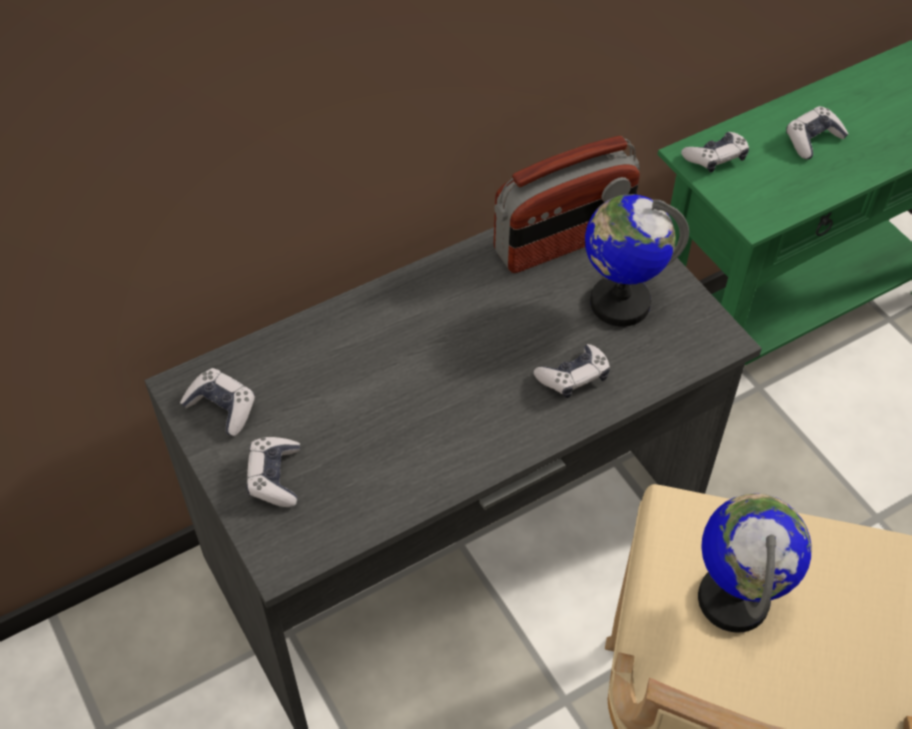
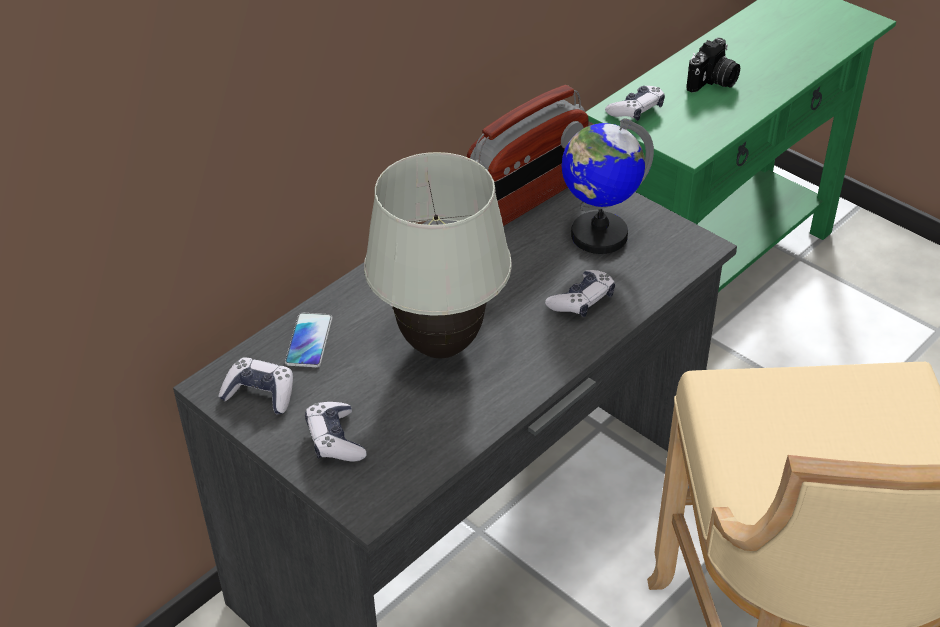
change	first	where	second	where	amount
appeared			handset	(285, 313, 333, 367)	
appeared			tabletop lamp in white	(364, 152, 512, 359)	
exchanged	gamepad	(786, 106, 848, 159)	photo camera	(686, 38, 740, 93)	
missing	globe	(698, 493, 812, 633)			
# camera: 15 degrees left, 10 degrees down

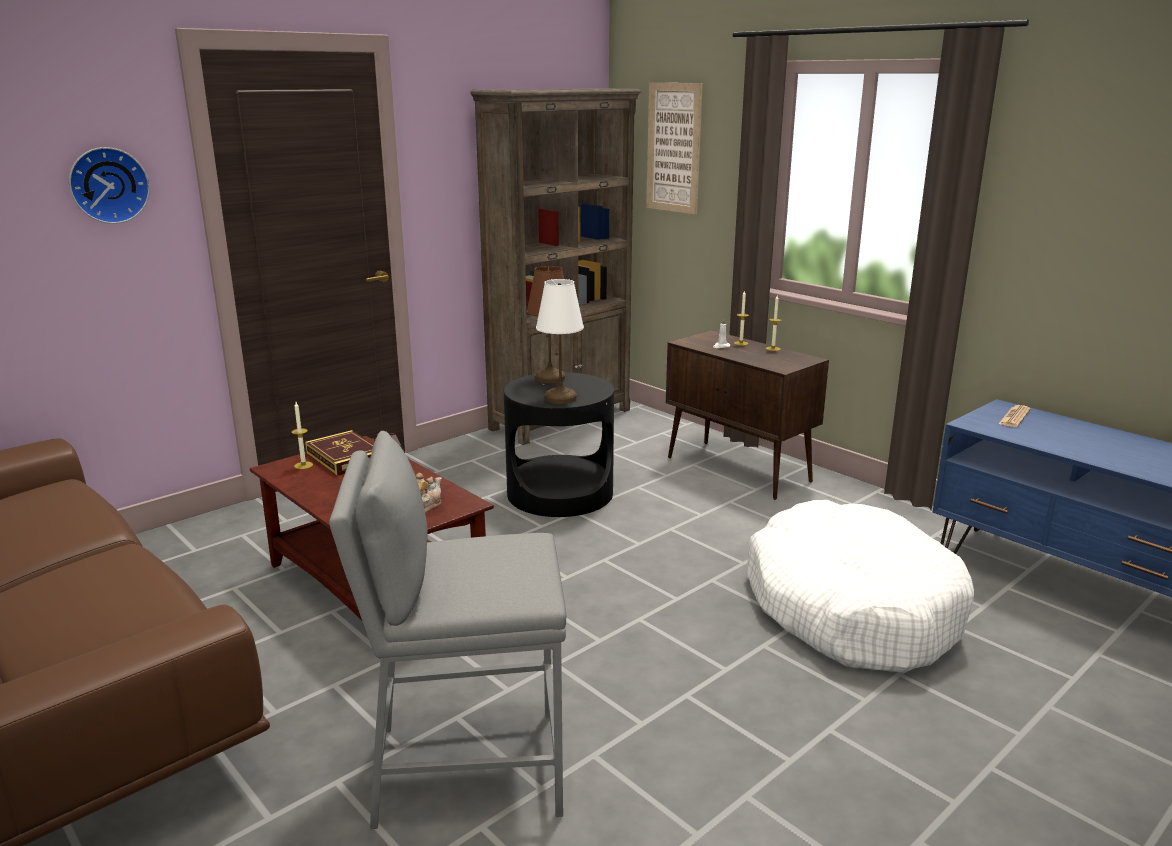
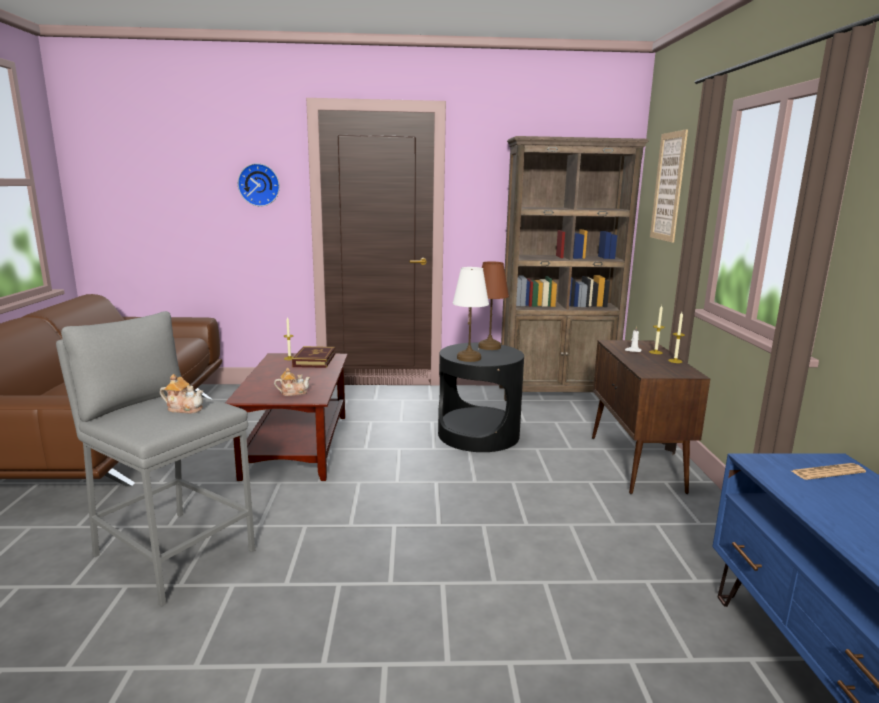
change	first	where	second	where	amount
appeared			teapot	(160, 374, 203, 414)	
missing	pet bed in white	(747, 500, 974, 673)			
# camera: 40 degrees right, 5 degrees down

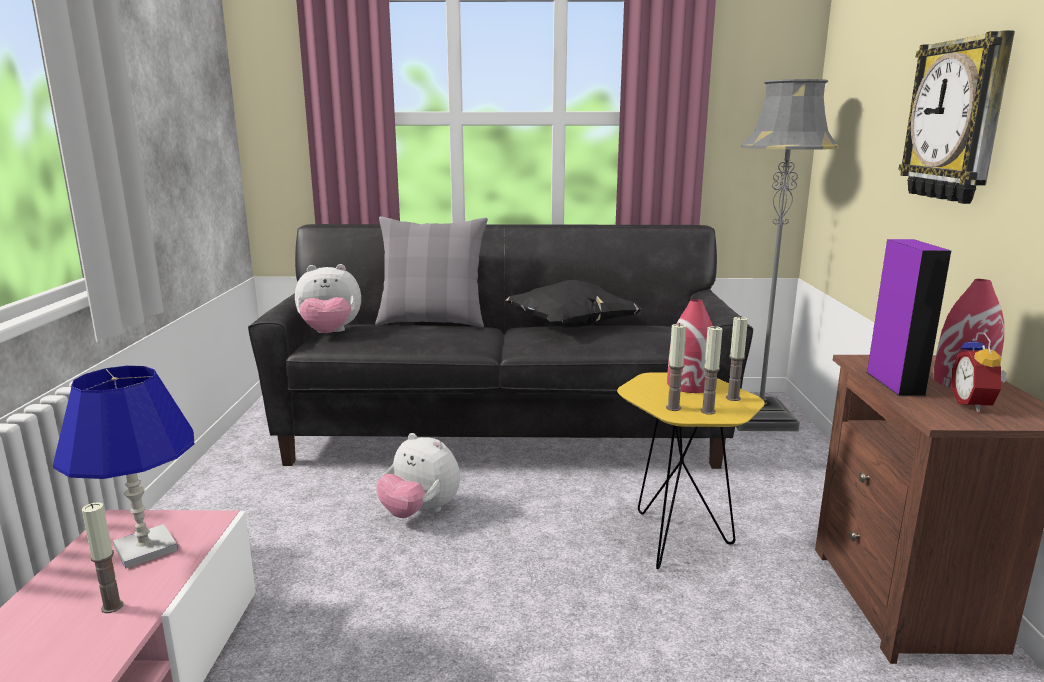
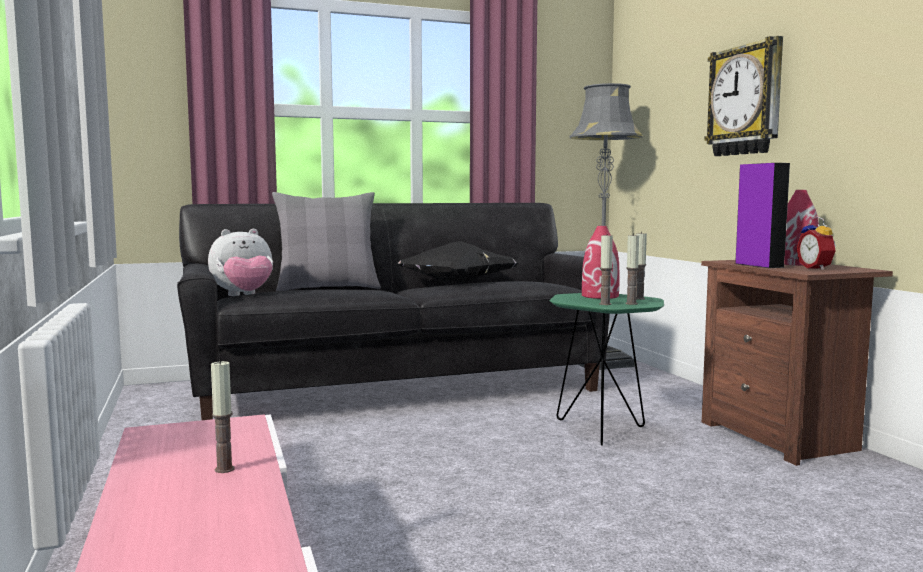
change	first	where	second	where	amount
colour	accent table in yellow	(617, 372, 765, 570)	accent table in greenish	(550, 293, 664, 446)	
missing	tabletop lamp in blue	(53, 365, 194, 569)			
missing	plush toy	(377, 433, 460, 518)			
# camera: 20 degrees left, 10 degrees down

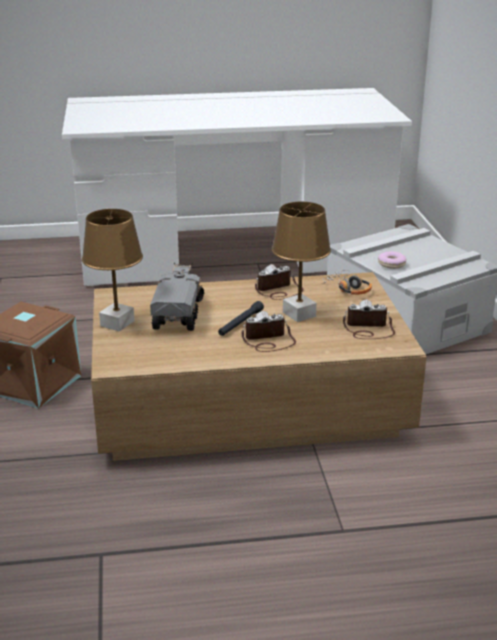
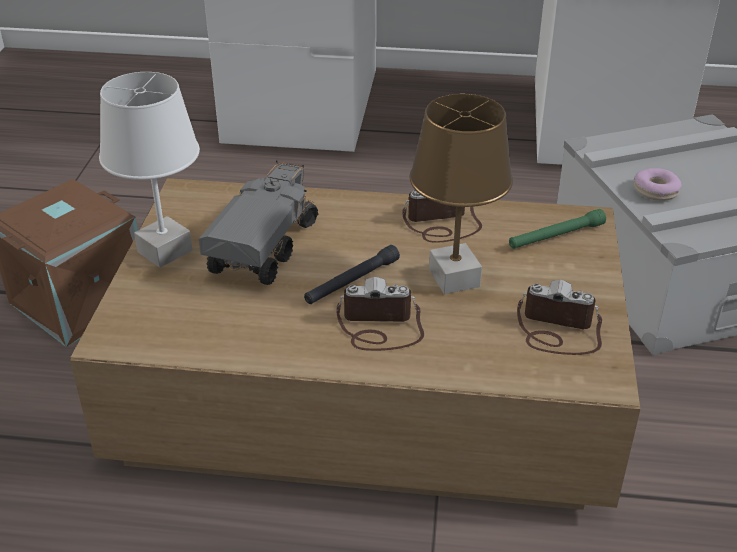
change	first	where	second	where	amount
colour	tabletop lamp in brown	(82, 209, 143, 331)	tabletop lamp in white	(99, 72, 200, 268)	
exchanged	pair of headphones	(321, 270, 372, 295)	hand torch in greenish	(509, 209, 606, 249)	
# camera: 15 degrees right, 10 degrees up

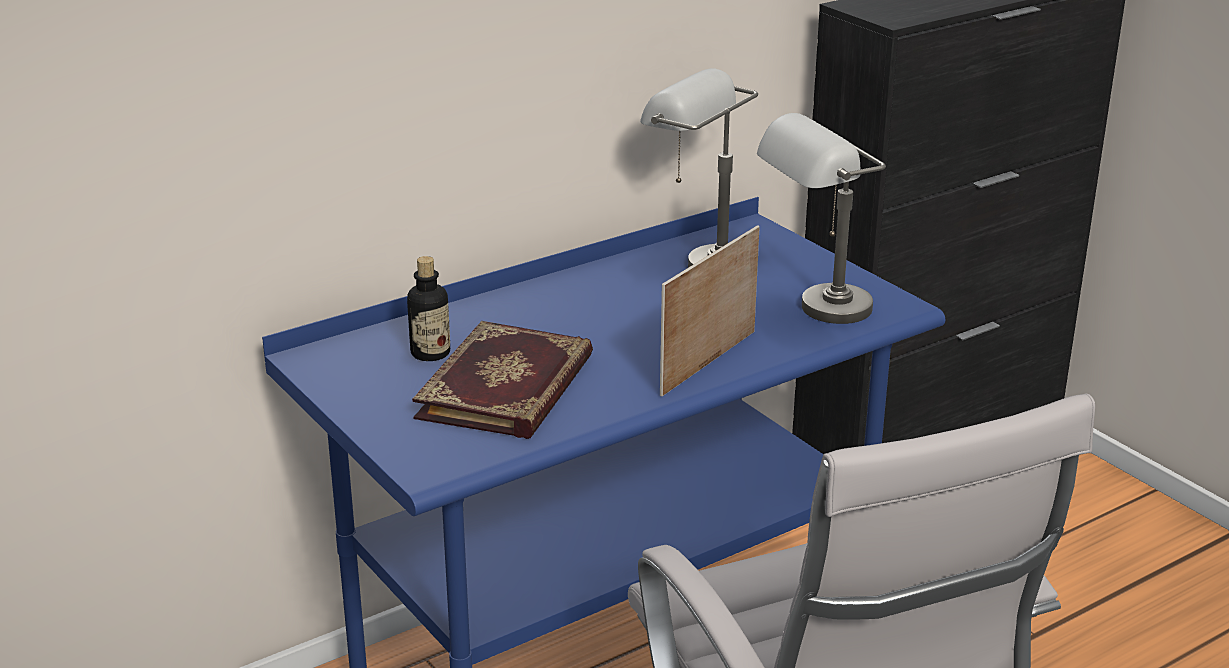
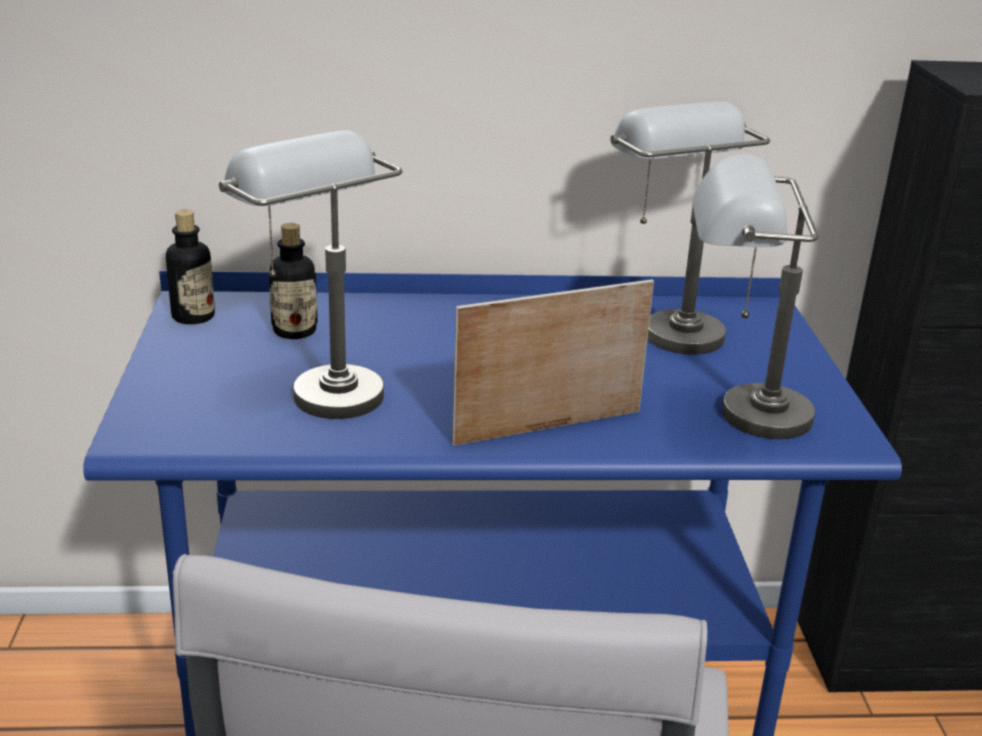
change	first	where	second	where	amount
appeared			bottle	(166, 210, 215, 324)	
exchanged	book	(412, 321, 593, 439)	tabletop lamp in gray	(219, 130, 403, 419)	
# camera: 30 degrees right, 0 degrees up

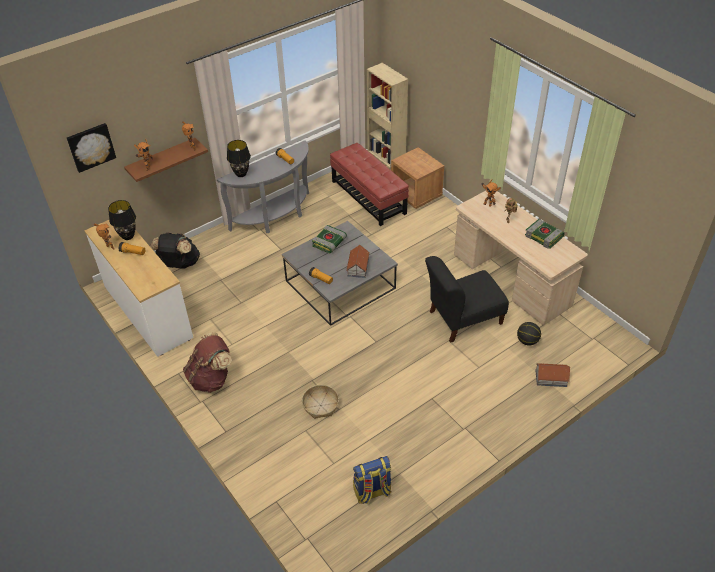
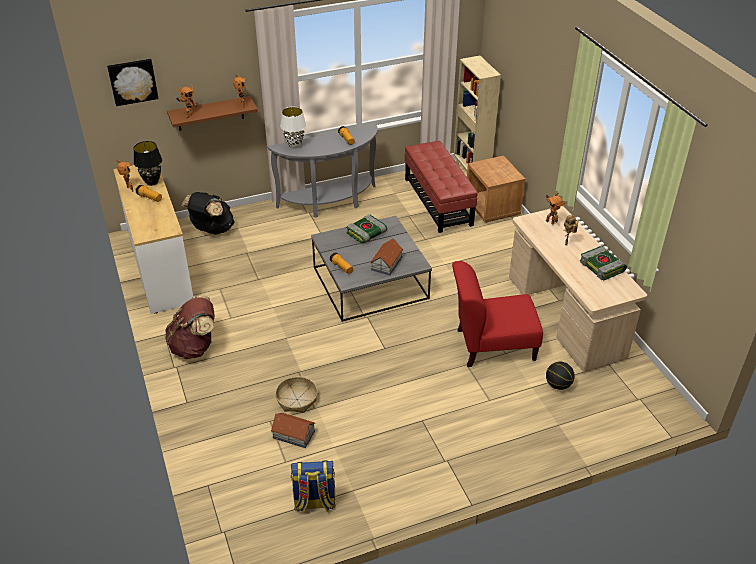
change	first	where	second	where	amount
relocated	miniature house	(535, 363, 570, 387)		(270, 413, 316, 448)	
colour	tabletop lamp in blackish	(227, 140, 251, 177)	tabletop lamp in white	(280, 107, 306, 149)	
colour	plain chair in blackish	(425, 256, 509, 343)	plain chair in red	(452, 261, 543, 367)	
# camera: 15 degrees right, 5 degrees down

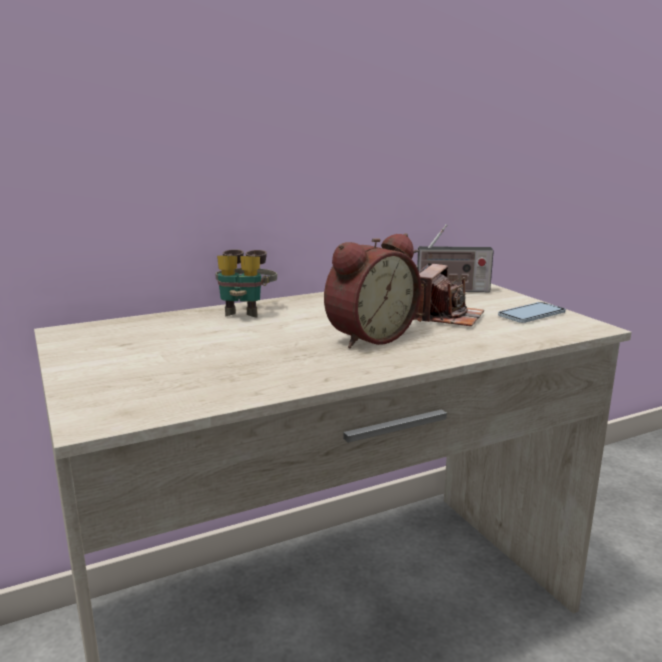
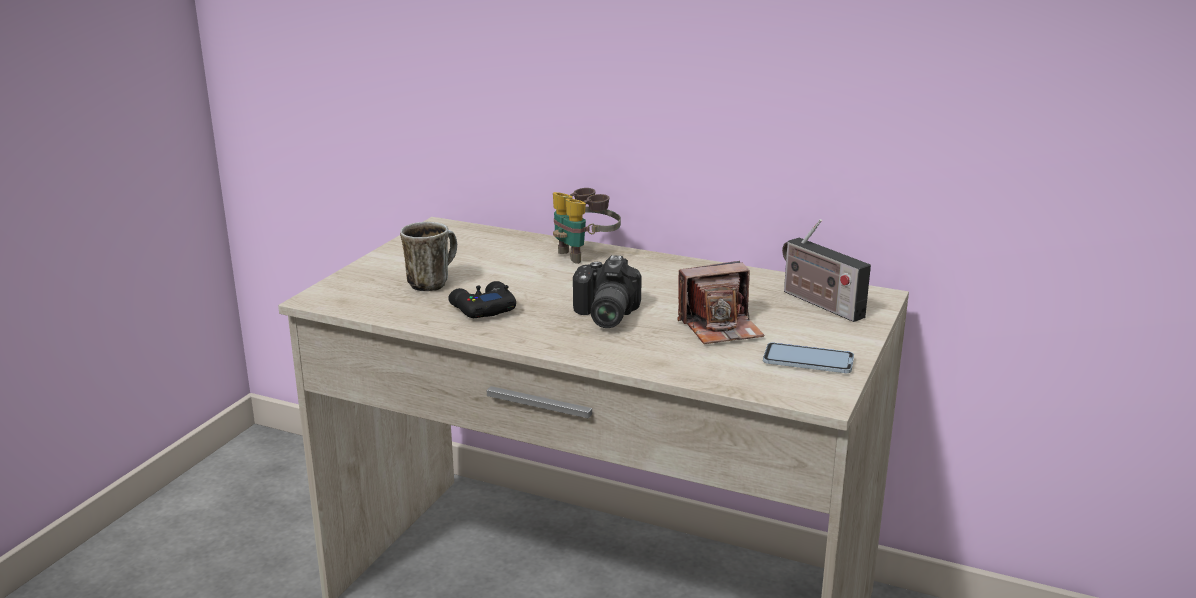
change	first	where	second	where	amount
appeared			tea mug	(400, 222, 457, 291)	
appeared			gamepad in blackish	(448, 281, 516, 318)	
exchanged	table clock	(324, 233, 421, 348)	photo camera	(573, 255, 642, 328)	
# camera: 50 degrees right, 5 degrees up

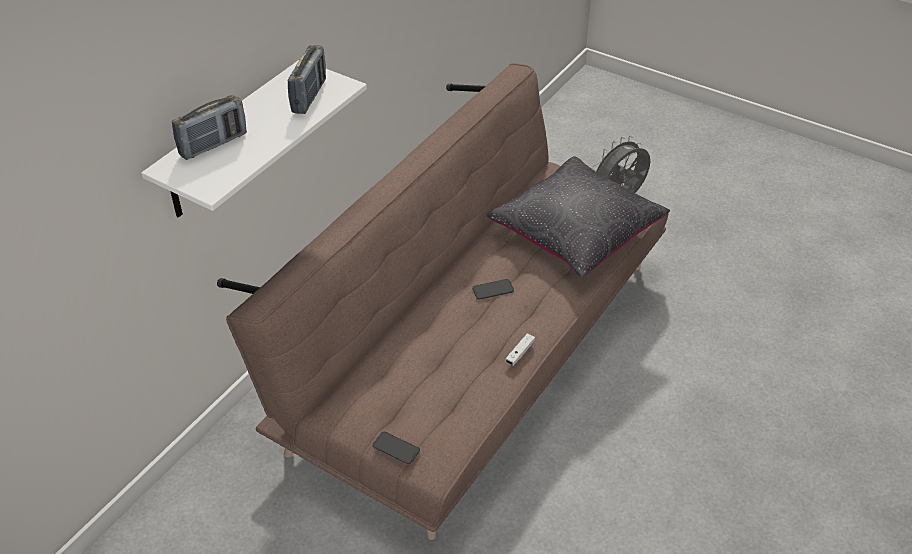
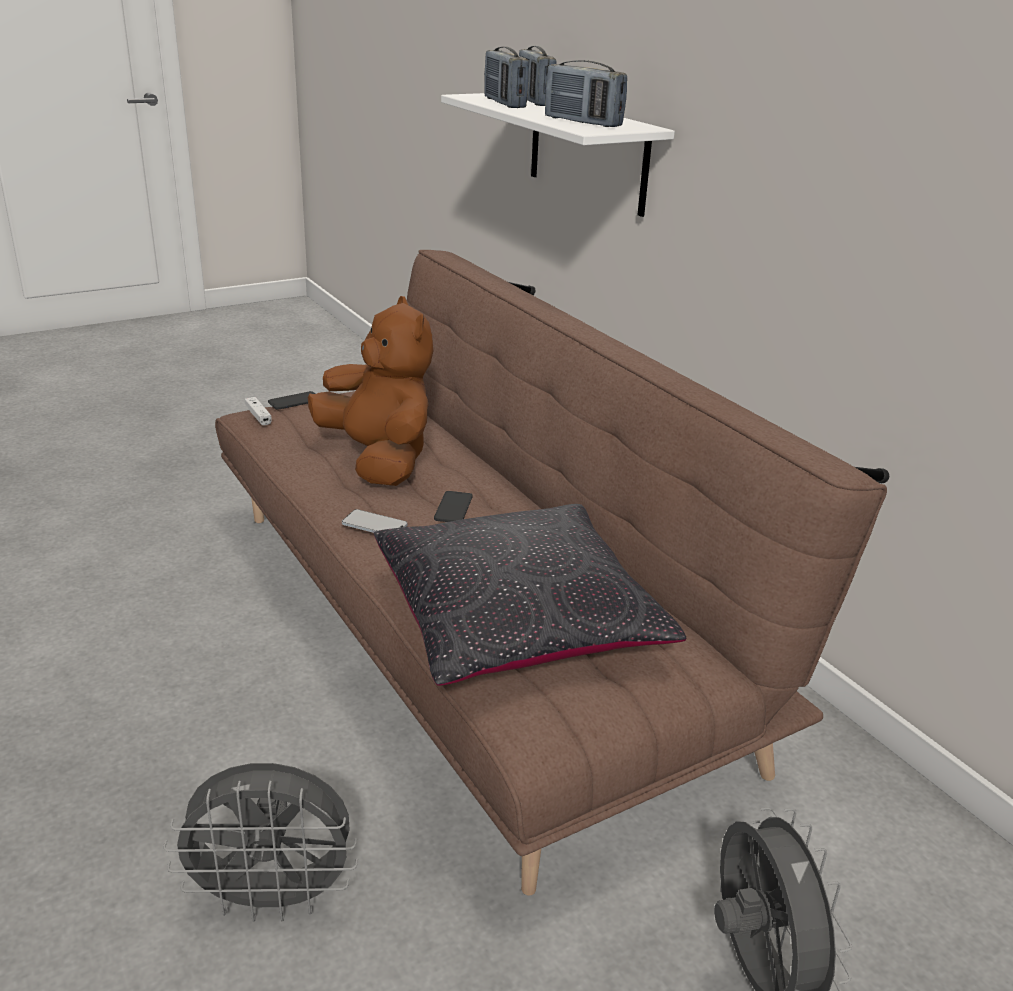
change	first	where	second	where	amount
appeared			electric fan in gray	(163, 763, 358, 922)	
relocated	gamepad in white	(505, 333, 535, 366)		(245, 397, 272, 426)	
appeared			plush toy in brown	(308, 296, 433, 486)	
appeared			handset	(342, 509, 407, 533)	
appeared			radio	(484, 47, 529, 108)	
# camera: 115 degrees right, 15 degrees down

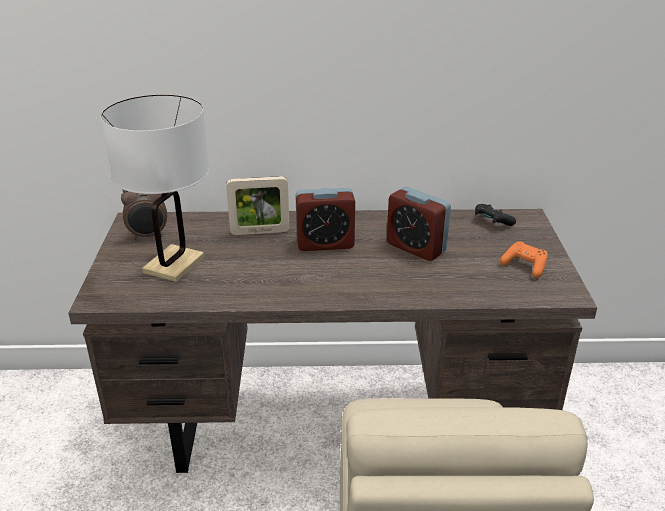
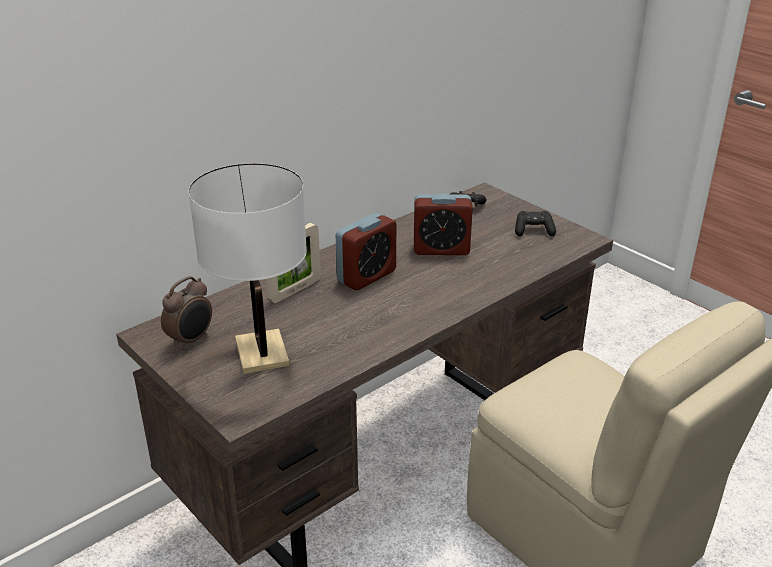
change	first	where	second	where	amount
colour	gamepad in orangey	(500, 241, 548, 278)	gamepad in blackish	(515, 211, 556, 236)	
# camera: 40 degrees left, 0 degrees up

